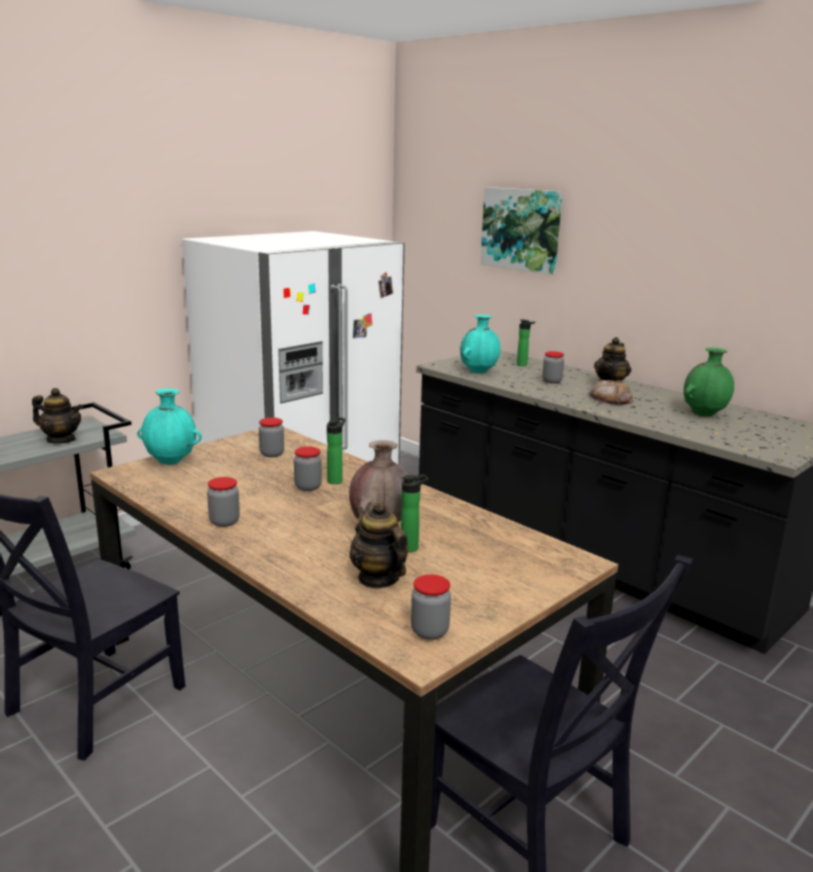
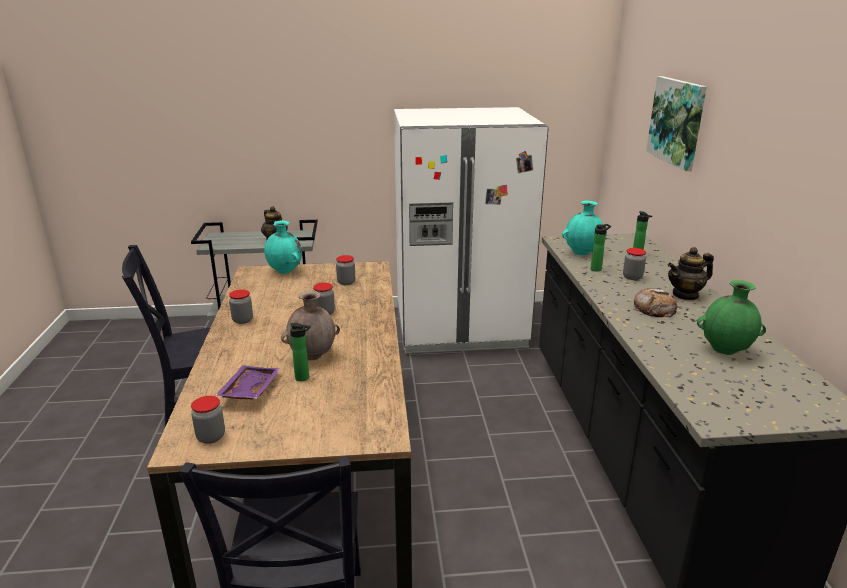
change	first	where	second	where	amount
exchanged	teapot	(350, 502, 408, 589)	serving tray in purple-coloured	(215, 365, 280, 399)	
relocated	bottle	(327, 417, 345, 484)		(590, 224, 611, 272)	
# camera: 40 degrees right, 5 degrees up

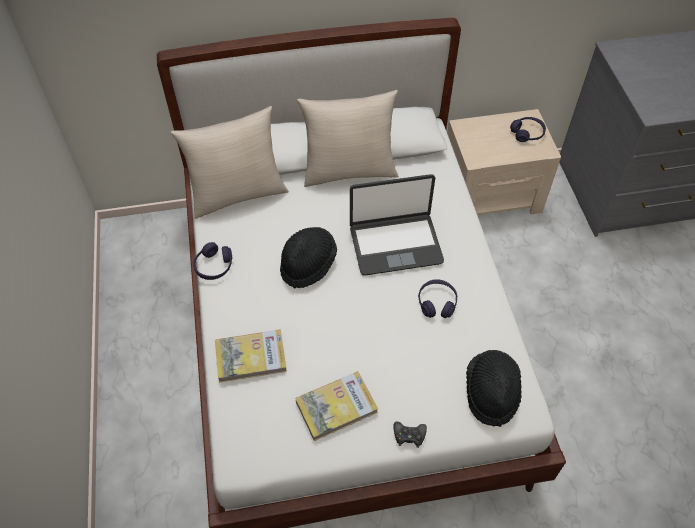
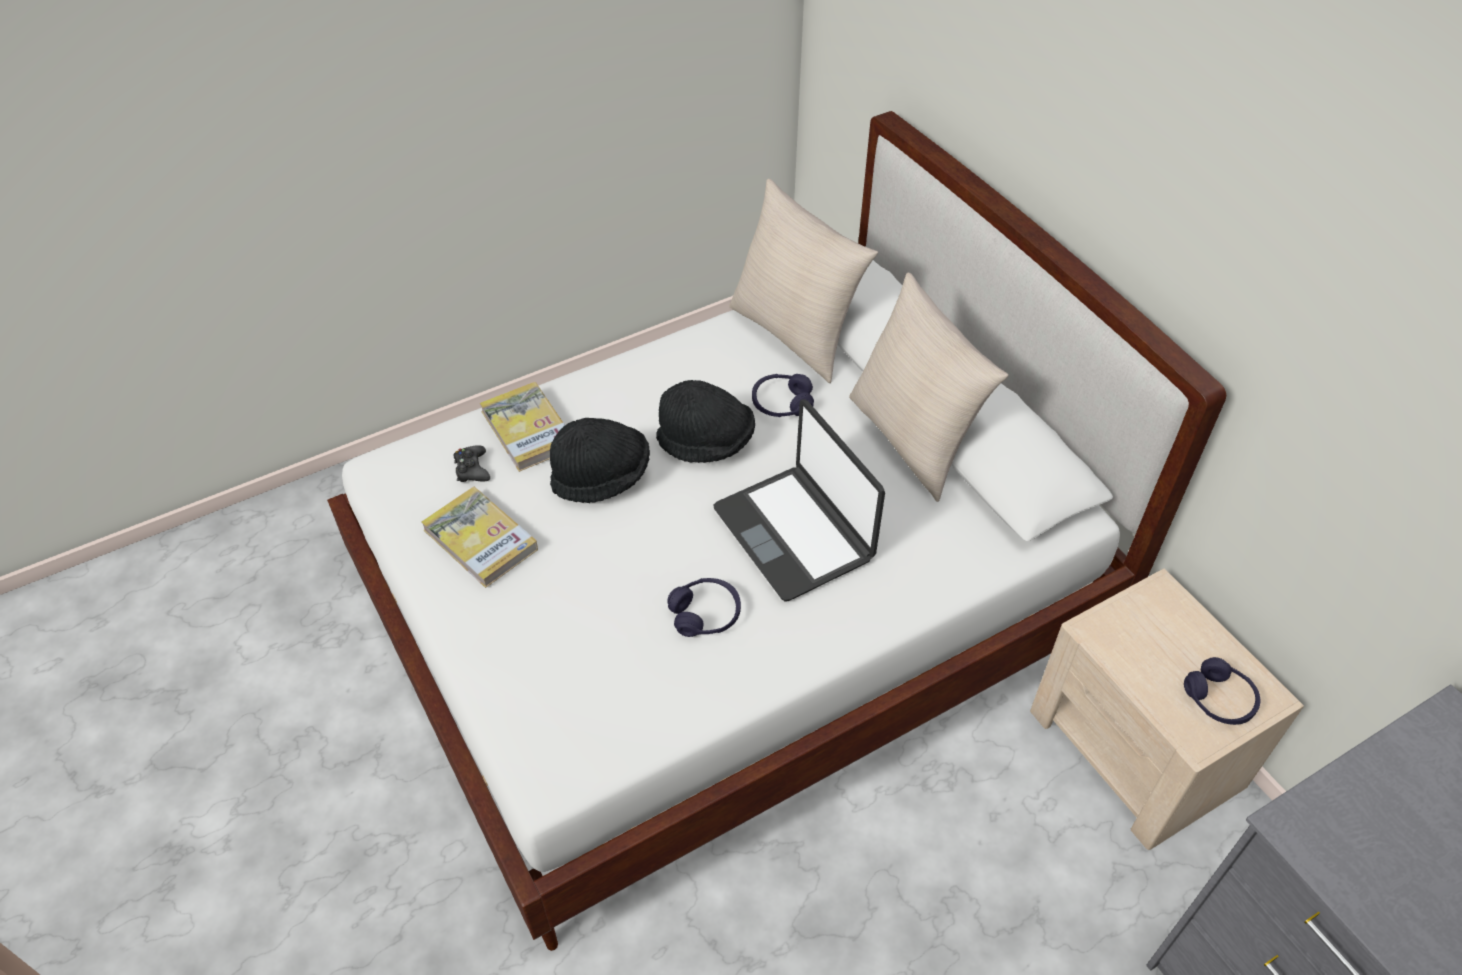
change	first	where	second	where	amount
relocated	gamepad in blackish	(394, 422, 427, 448)		(454, 445, 490, 482)	
relocated	clothing hat in blackish	(466, 350, 522, 427)		(550, 418, 650, 503)	
relocated	pair of headphones in purple-coloured	(193, 242, 232, 280)		(752, 374, 814, 417)	
# camera: 70 degrees right, 5 degrees down

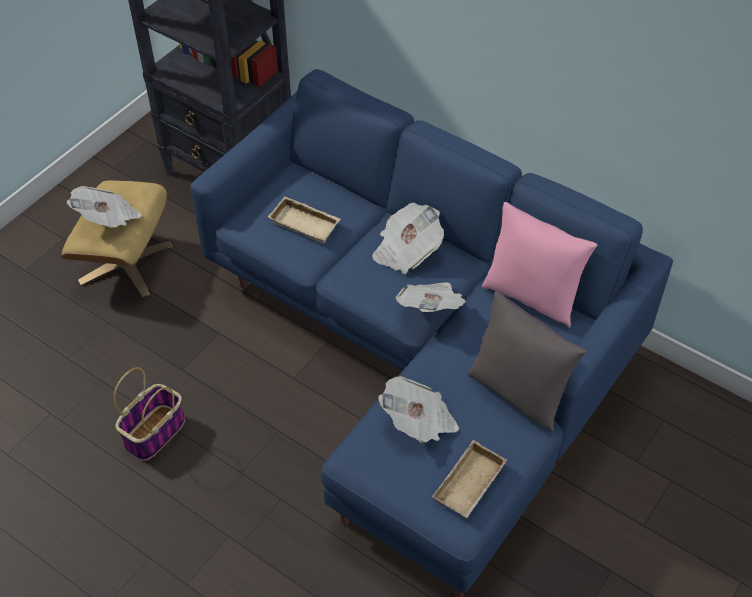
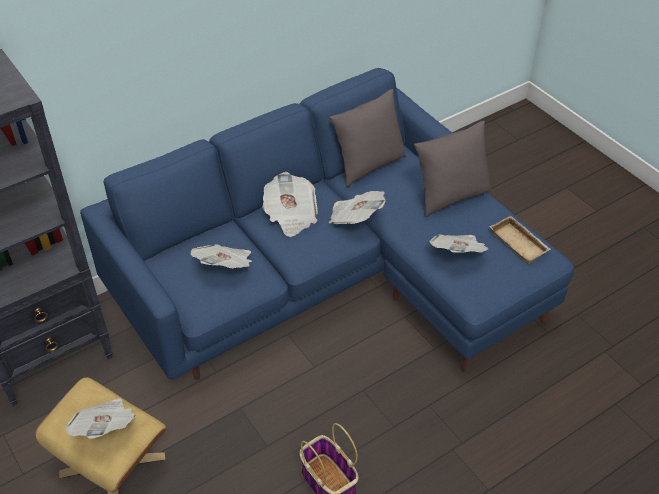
change	first	where	second	where	amount
exchanged	serving tray in sand-coloured	(268, 196, 341, 243)	printed paper	(191, 244, 252, 268)	
colour	pillow in pink	(482, 202, 597, 328)	pillow in gray	(330, 89, 406, 187)	
# camera: 70 degrees left, 5 degrees down

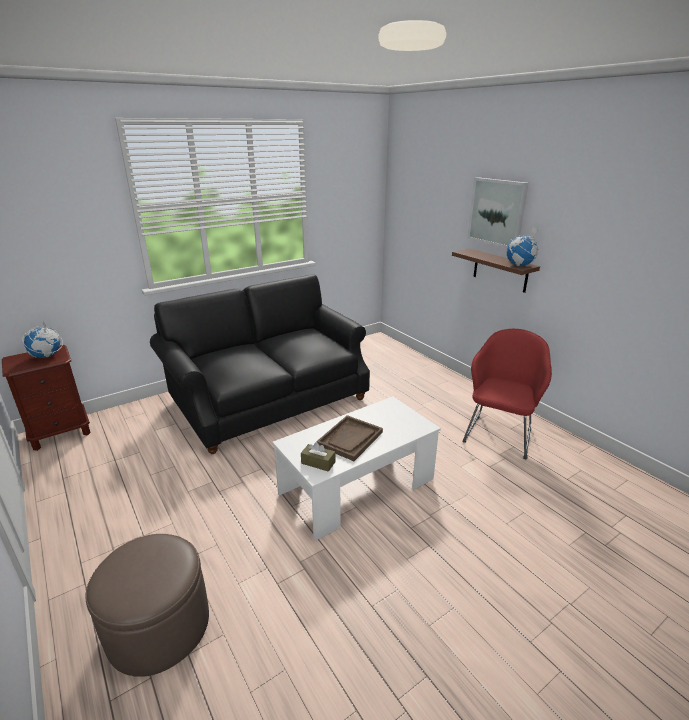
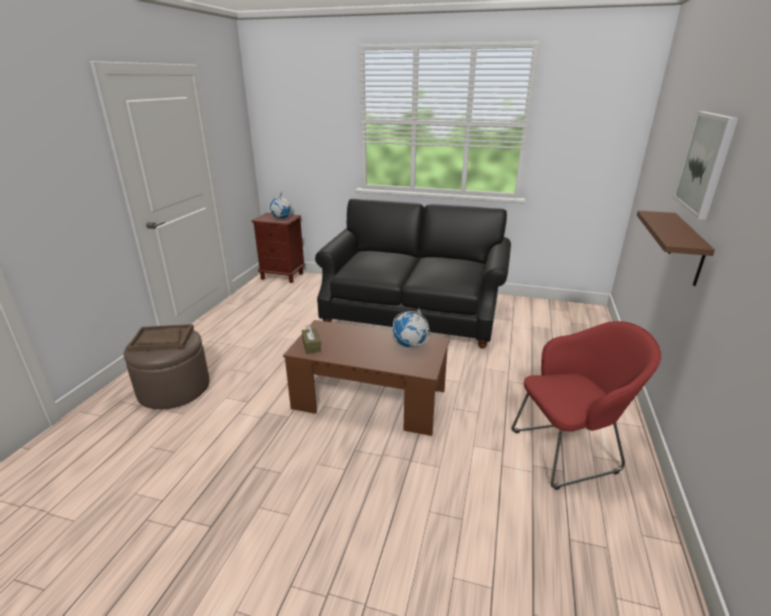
change	first	where	second	where	amount
relocated	serving tray in brown	(316, 415, 383, 461)		(127, 324, 194, 352)	
colour	low table in white	(272, 396, 441, 541)	low table in brown	(283, 320, 450, 436)	
relocated	globe	(507, 227, 539, 266)		(392, 309, 430, 348)	
# camera: 50 degrees right, 0 degrees up

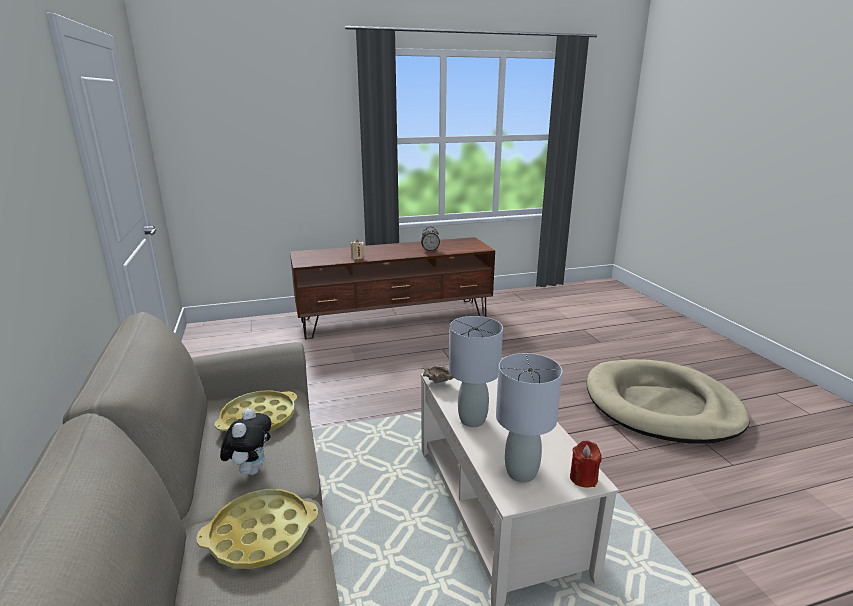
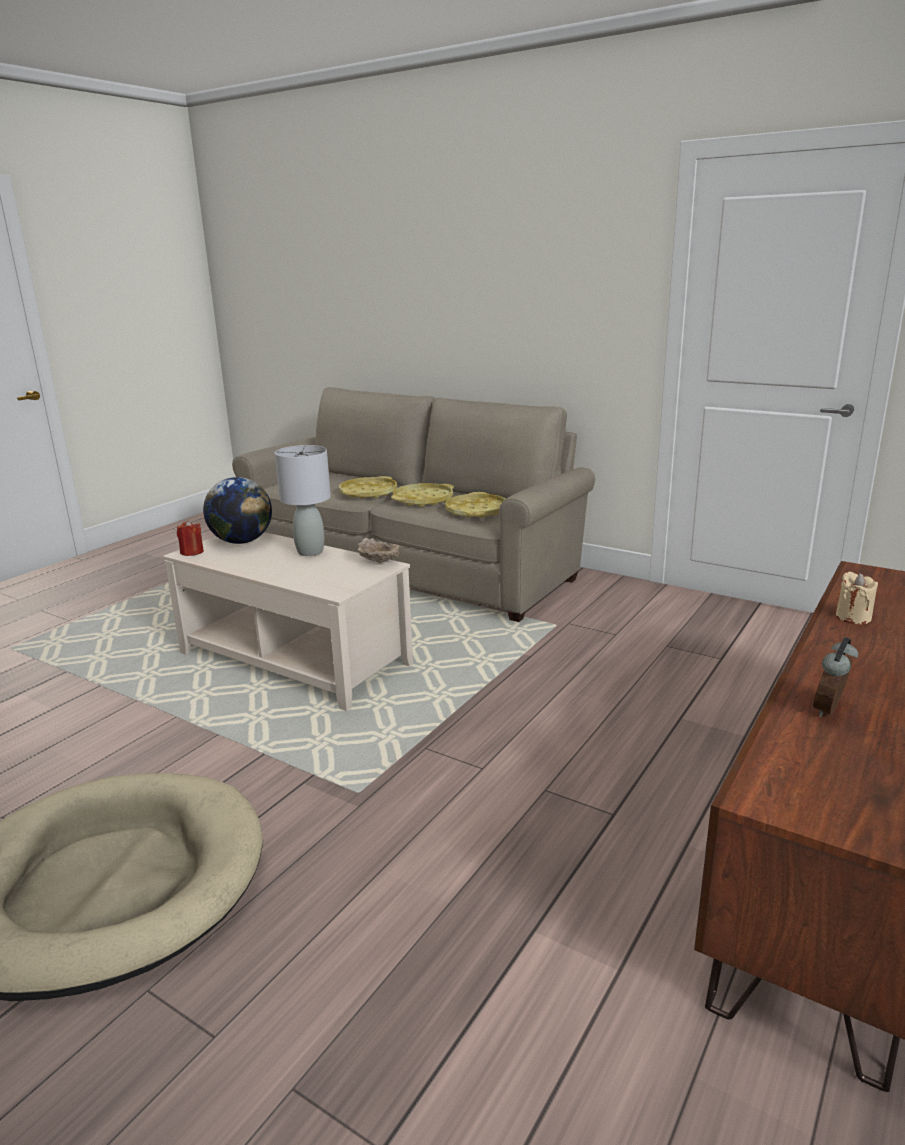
change	first	where	second	where	amount
exchanged	tabletop lamp in gray	(496, 353, 562, 483)	globe	(203, 477, 272, 544)	
exchanged	plush toy	(220, 408, 271, 475)	serving tray in yellow	(391, 483, 454, 507)	
# camera: 140 degrees right, 0 degrees up

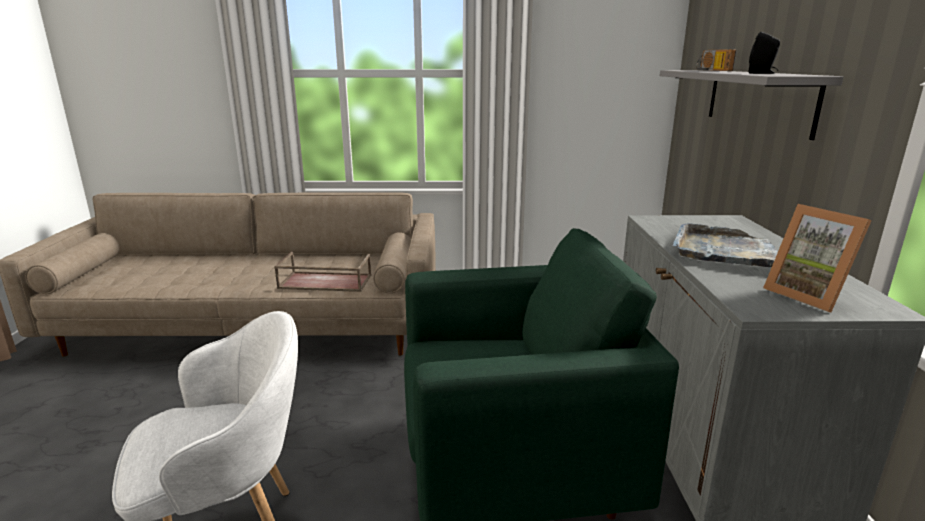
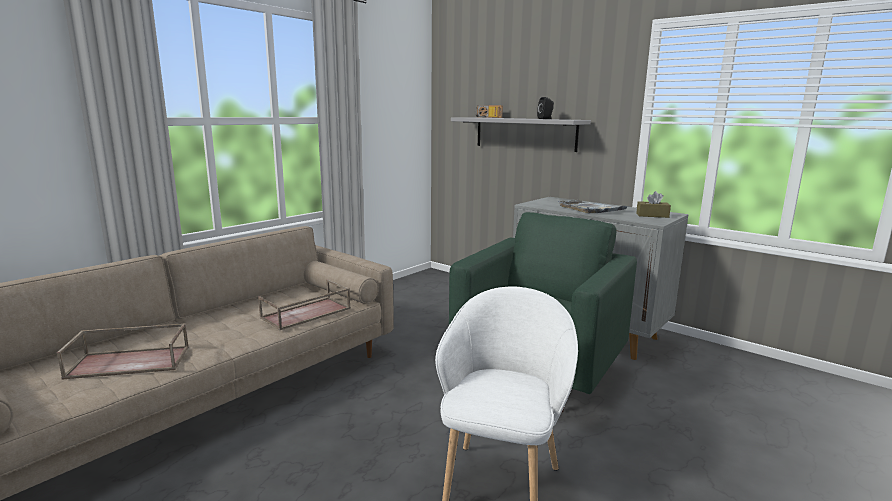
change	first	where	second	where	amount
appeared			serving tray in brown	(57, 323, 189, 380)	
exchanged	standing frame	(763, 204, 872, 312)	tissue holder in brown	(636, 191, 671, 218)	
# camera: 50 degrees left, 5 degrees down

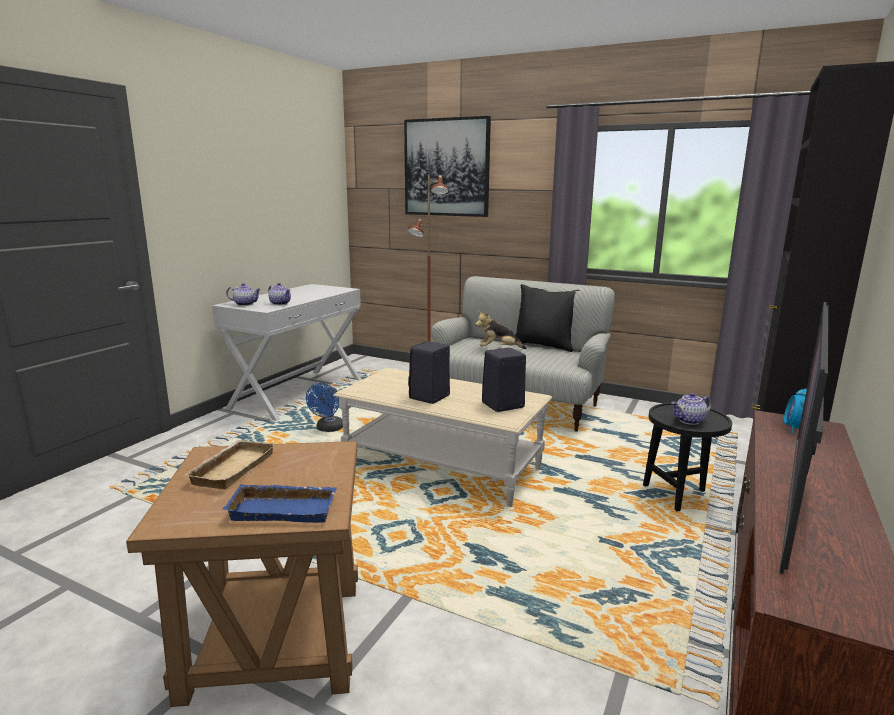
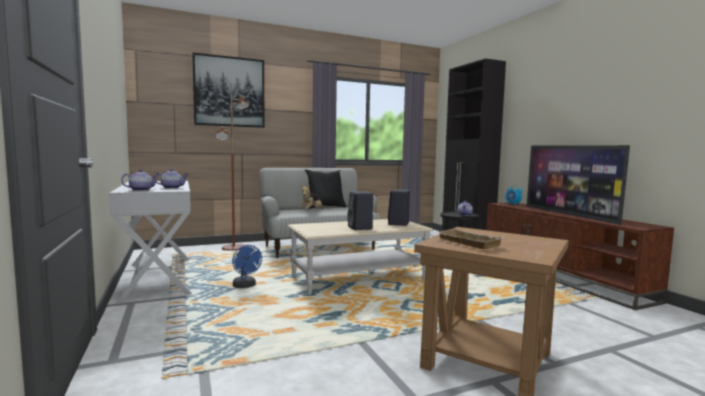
change	first	where	second	where	amount
missing	serving tray in blue	(222, 484, 337, 523)			
# camera: 50 degrees left, 10 degrees down

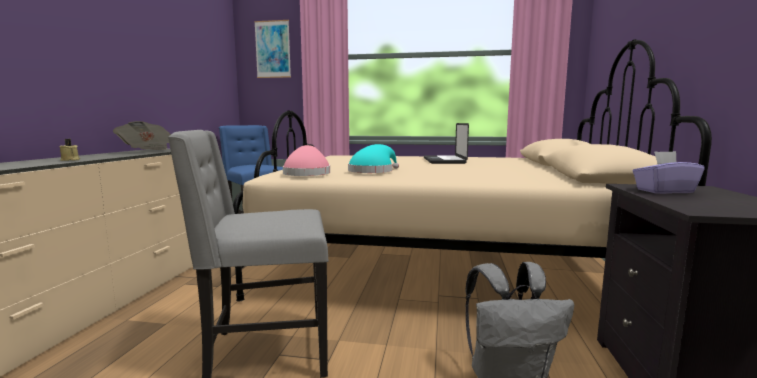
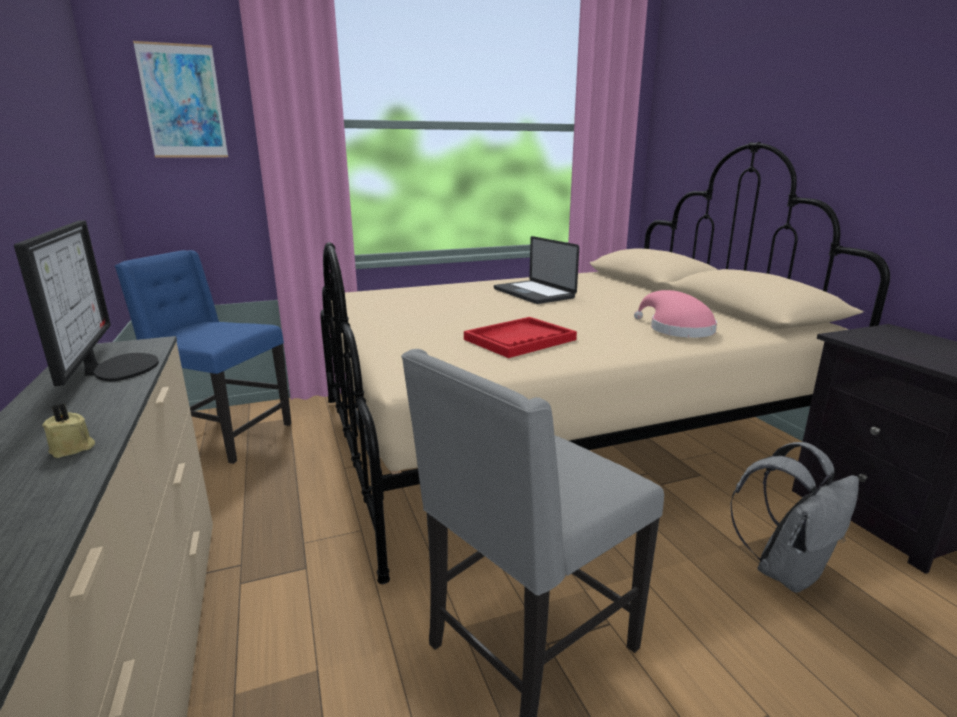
change	first	where	second	where	amount
exchanged	printed paper	(113, 121, 171, 150)	computer screen	(14, 220, 159, 386)	
exchanged	clothing hat in turquoise-coloured	(348, 144, 399, 173)	serving tray in red	(464, 317, 577, 358)	
relocated	clothing hat in pink	(283, 145, 330, 176)		(634, 290, 717, 338)	
missing	tissue holder in purple-coloured	(633, 151, 705, 194)			
# camera: 30 degrees left, 10 degrees up

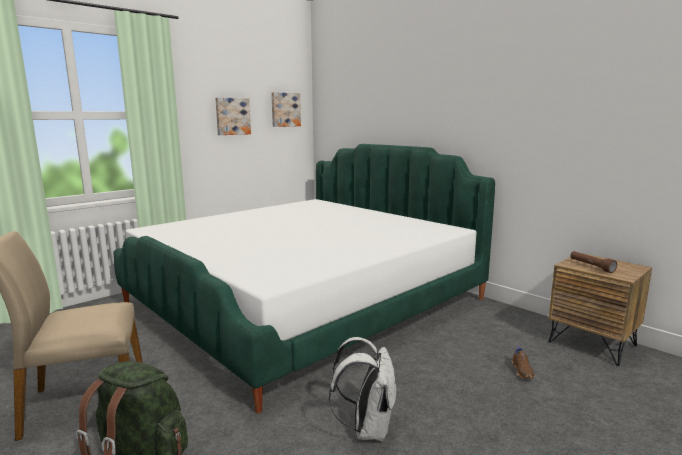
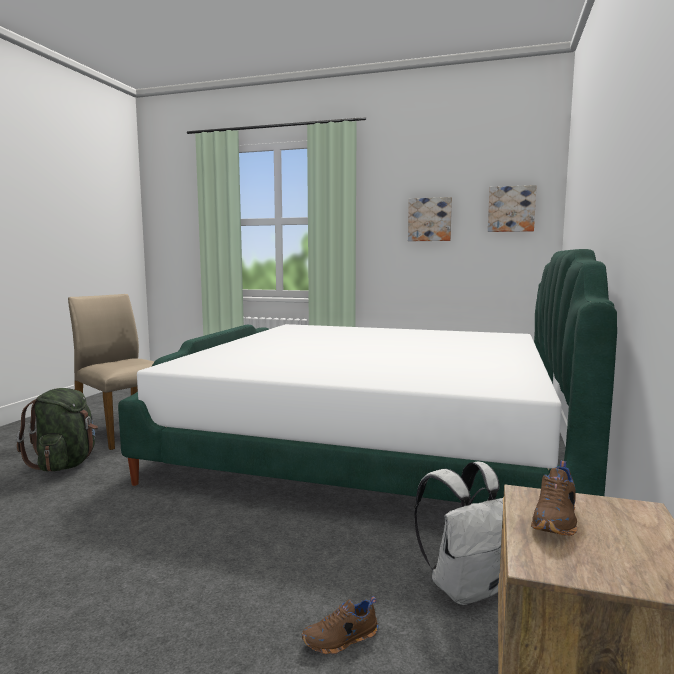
change	first	where	second	where	amount
relocated	backpack in white	(329, 337, 397, 441)		(414, 461, 503, 605)	
exchanged	hand torch in brown	(570, 251, 617, 273)	shoe in brown	(531, 461, 577, 536)	
# camera: 60 degrees right, 5 degrees down

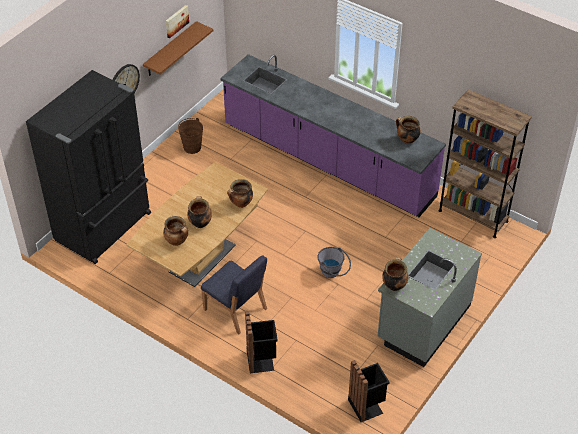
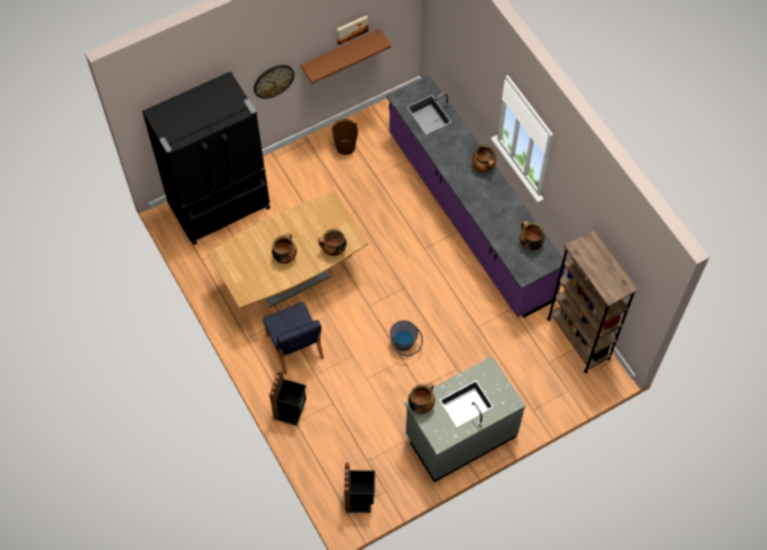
change	first	where	second	where	amount
relocated	saucepot	(163, 216, 188, 246)		(472, 144, 496, 172)	
# camera: 25 degrees right, 15 degrees up

